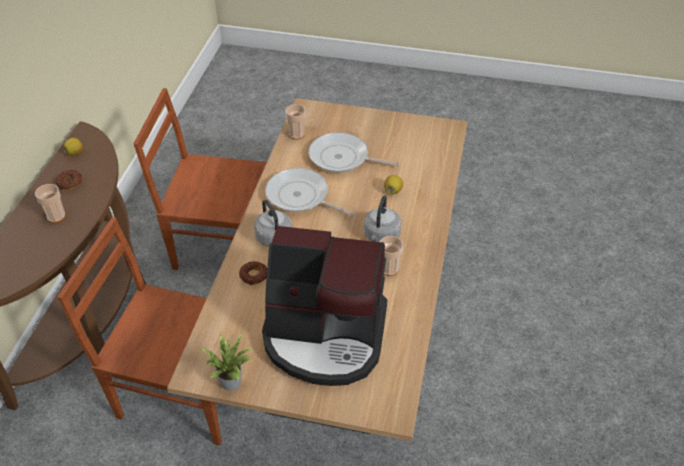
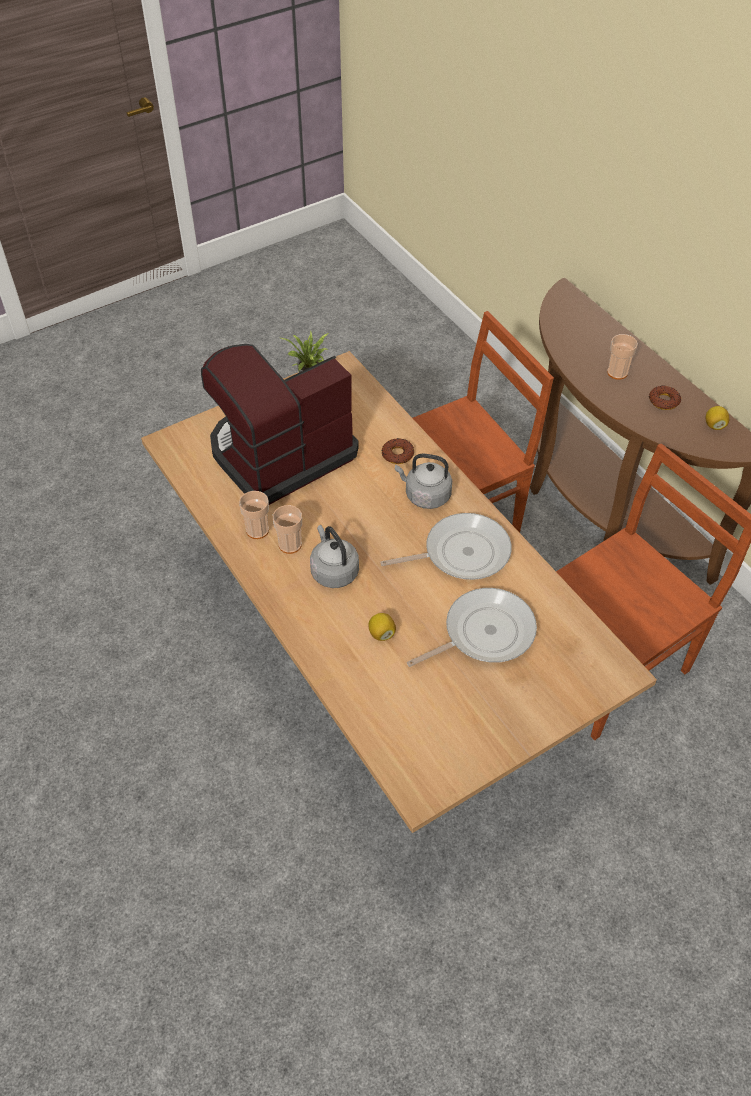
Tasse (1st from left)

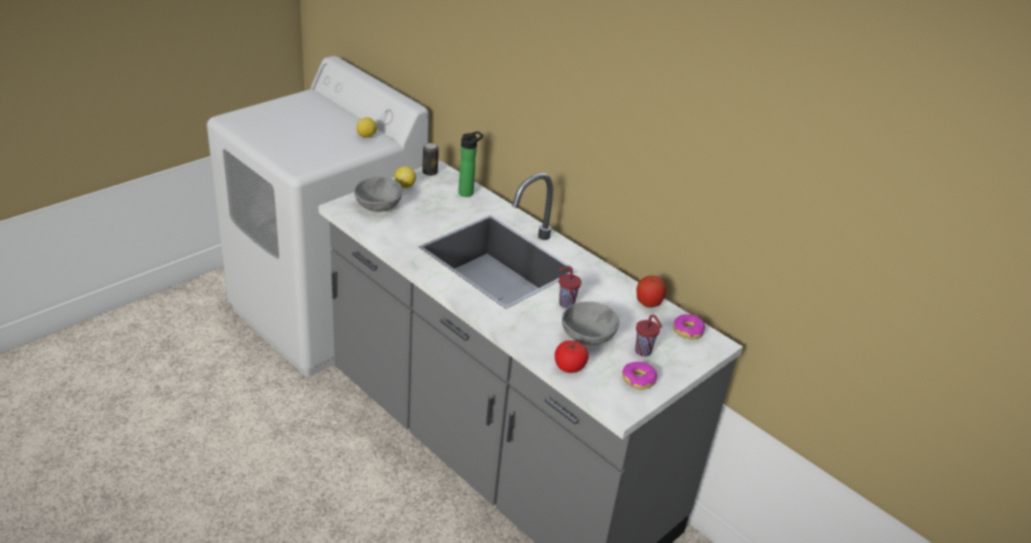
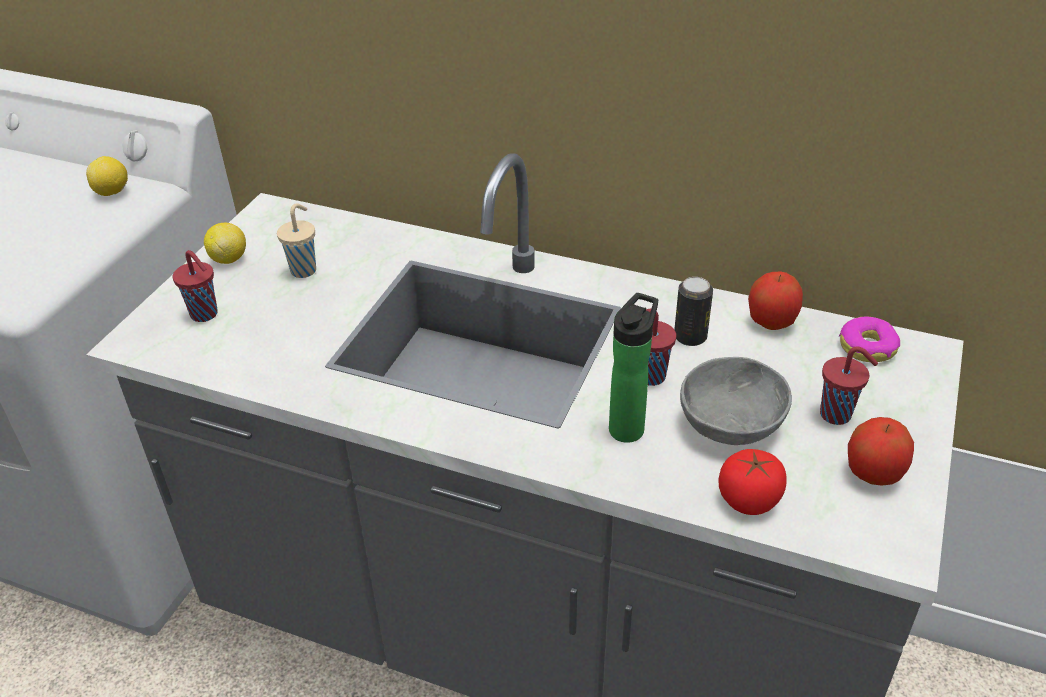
Flasche; Dose; Tasse (rot) (1st from left); Apfel (2nd from left); Tasse (beige)

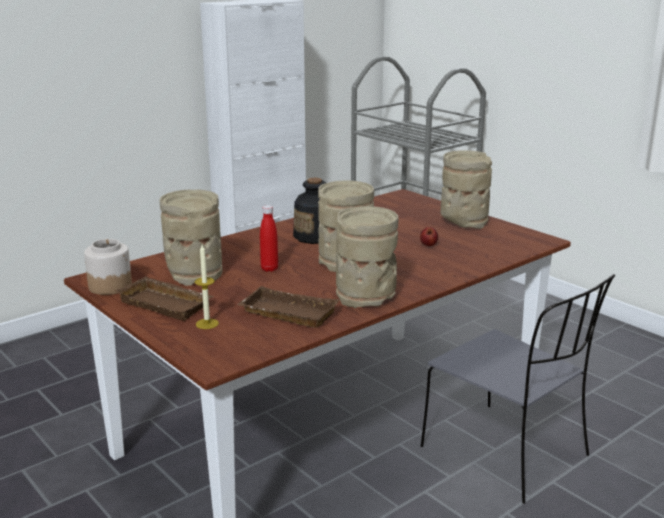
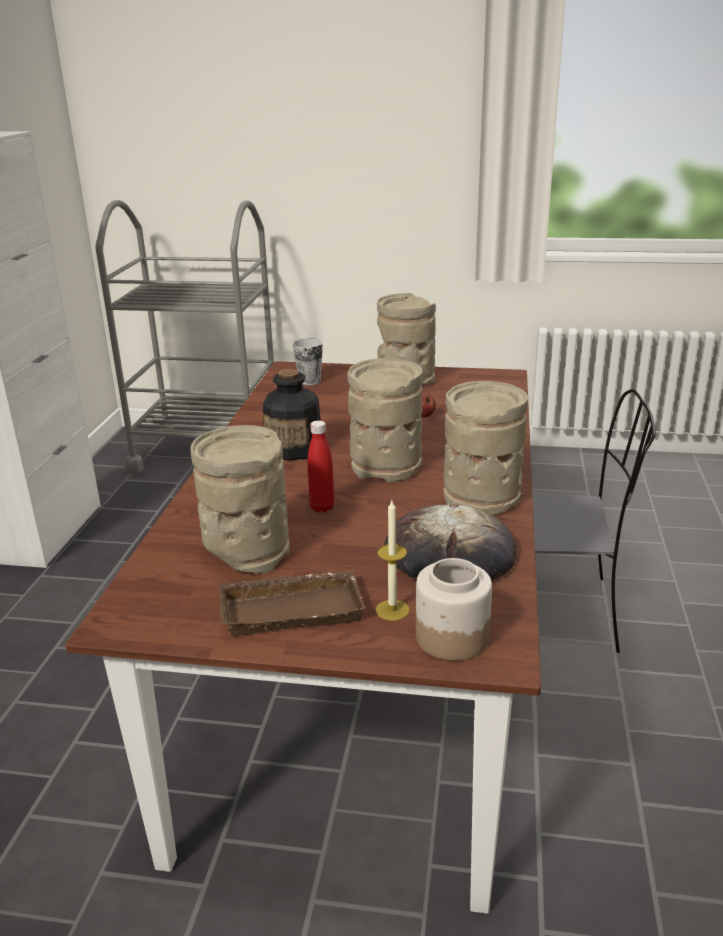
Vorratsglas; Brot; Tasse

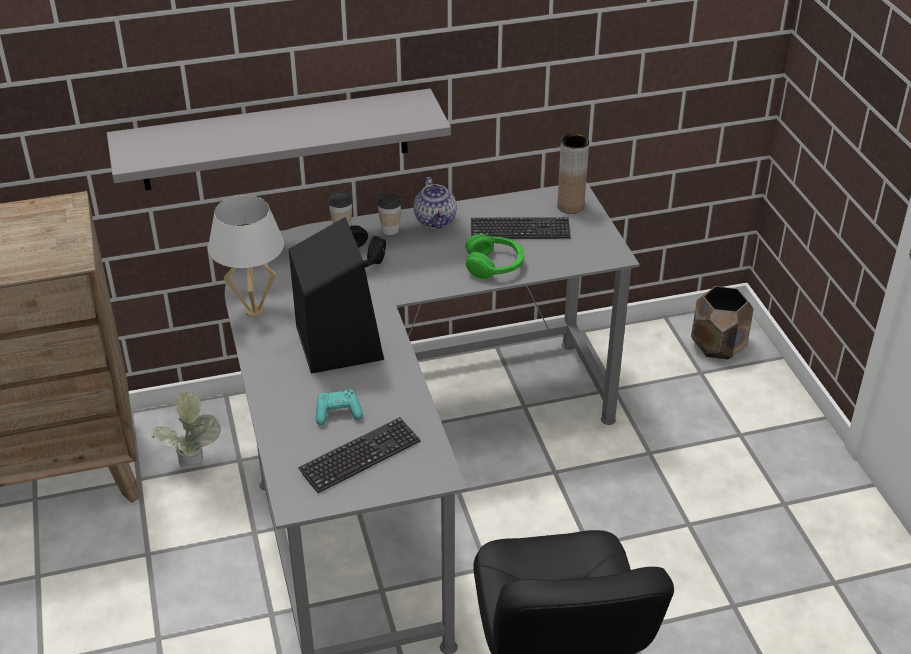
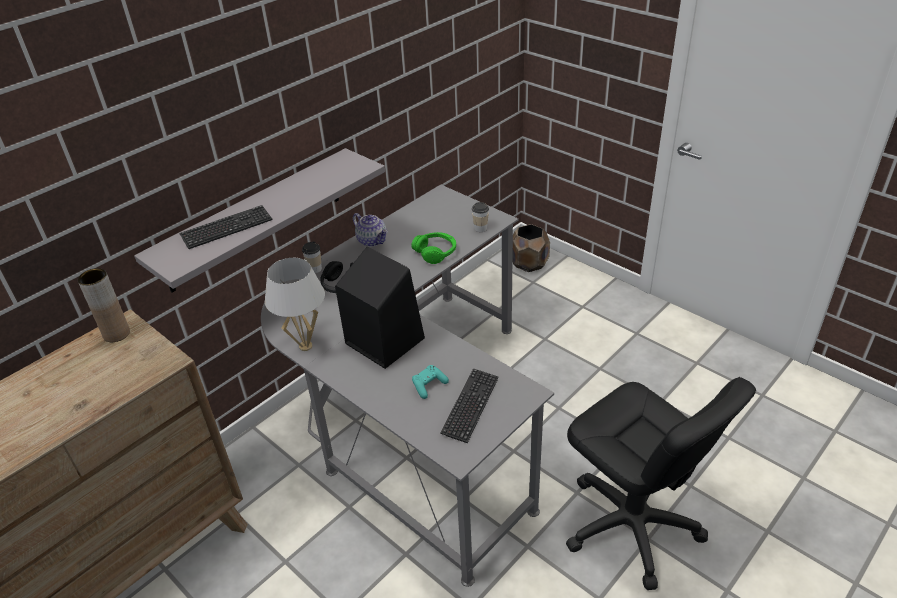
Vase (braun); Tasse (2nd from left); Tastatur (1st from left); Topfpflanze

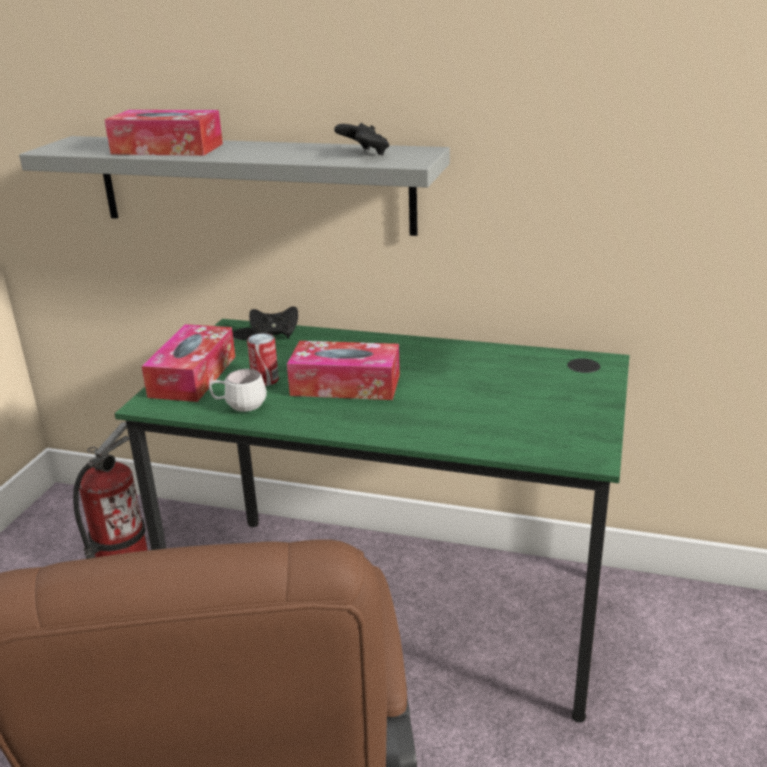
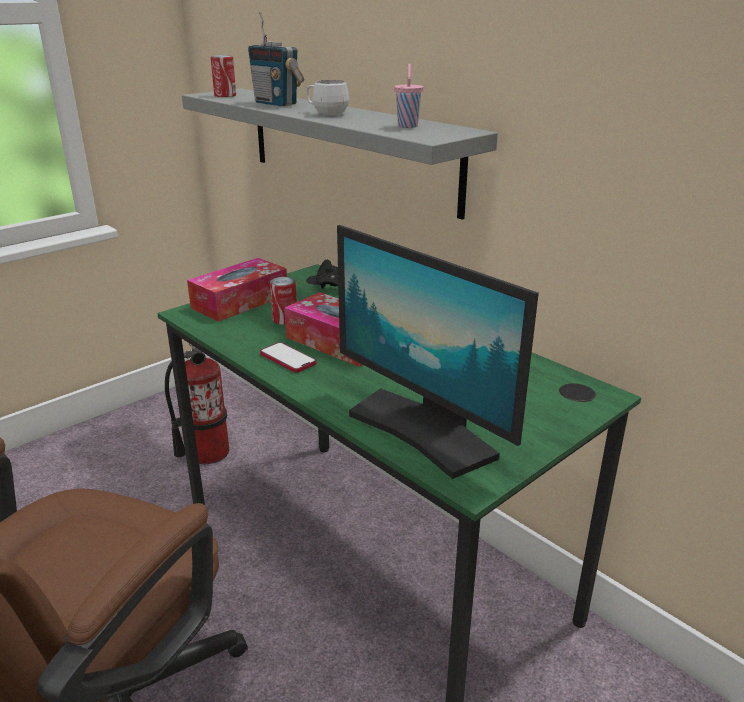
Radio; Tasse (rosa); Henkelbecher (weiß); Dose (1st from left); Monitor; Handy

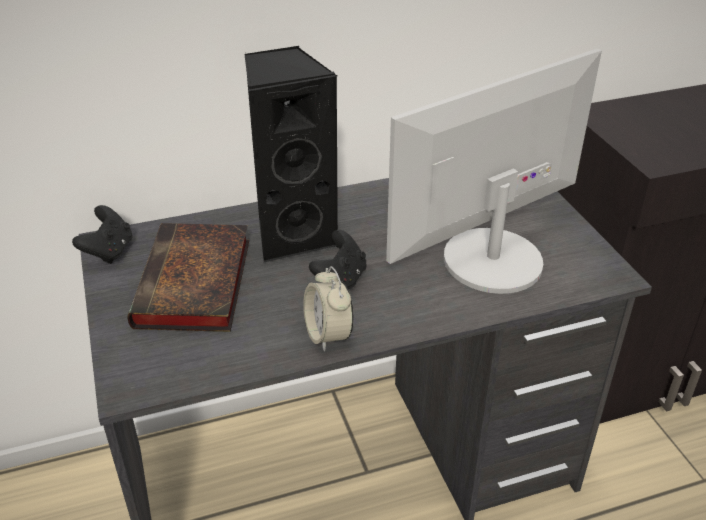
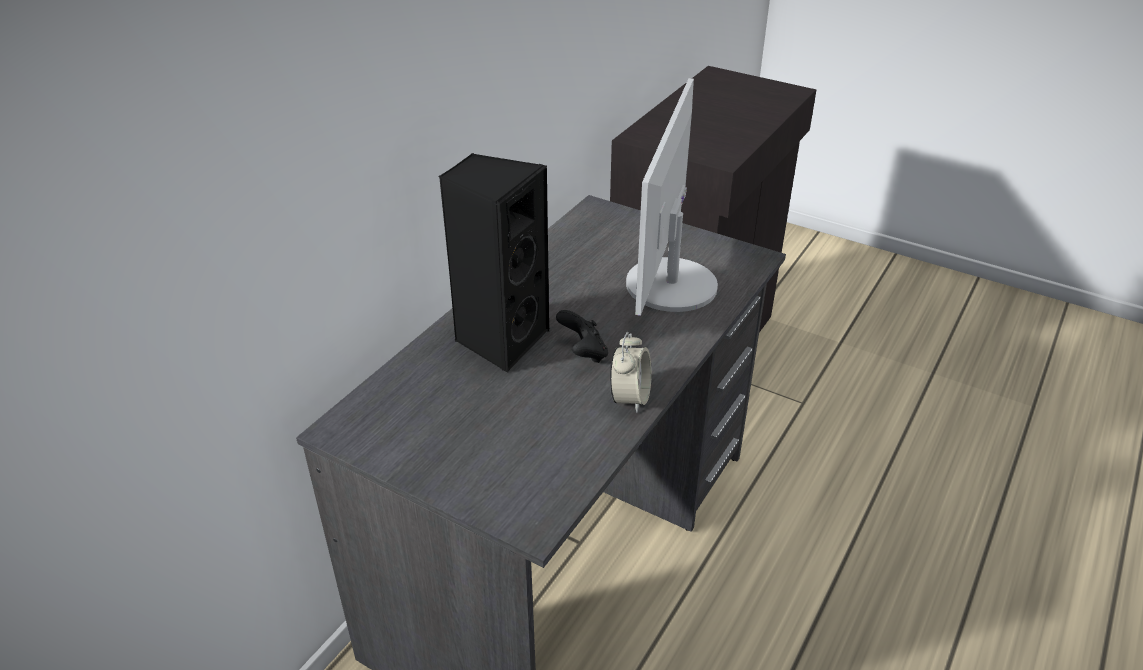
Gamepad (schwarz) (1st from left in the first image); Buch; Wecker

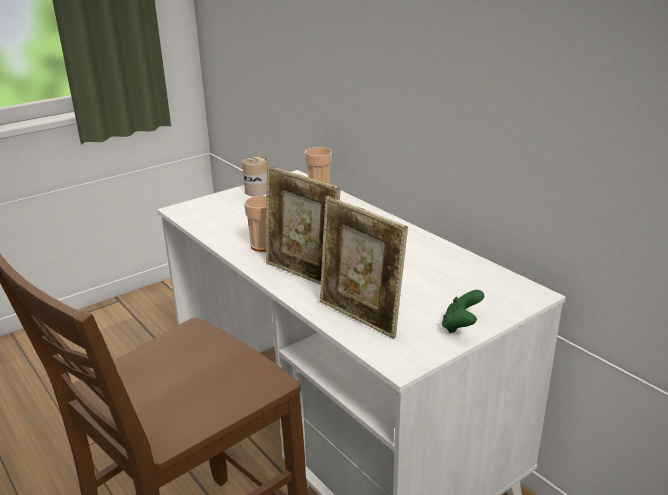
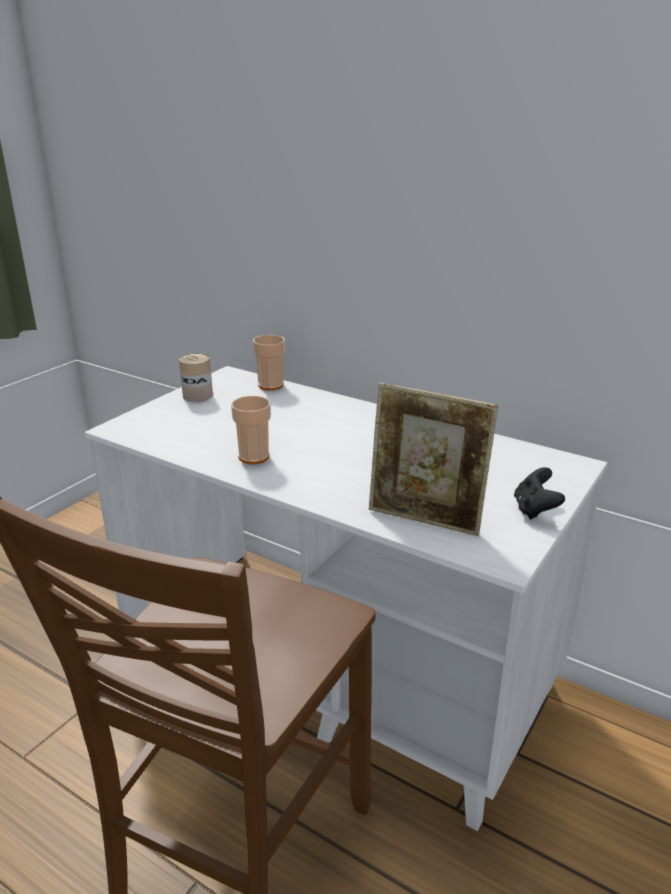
Bilderrahmen (1st from left in the first image); Gamepad (schwarz)

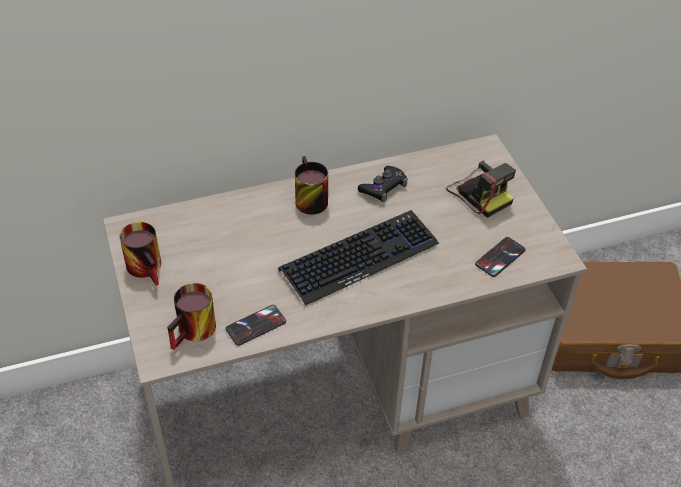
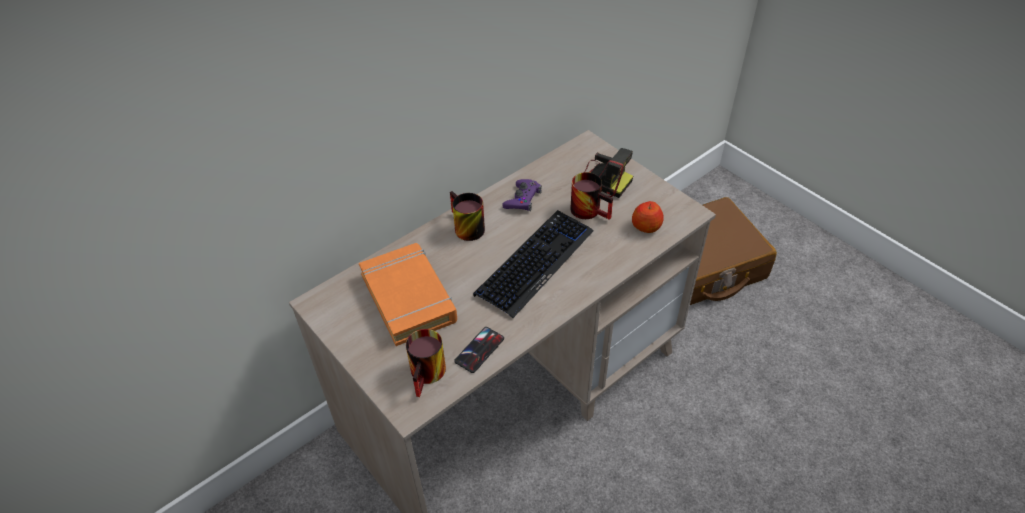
Gamepad (lila); Henkelbecher (3rd from left); Apfel; Buch (orange)

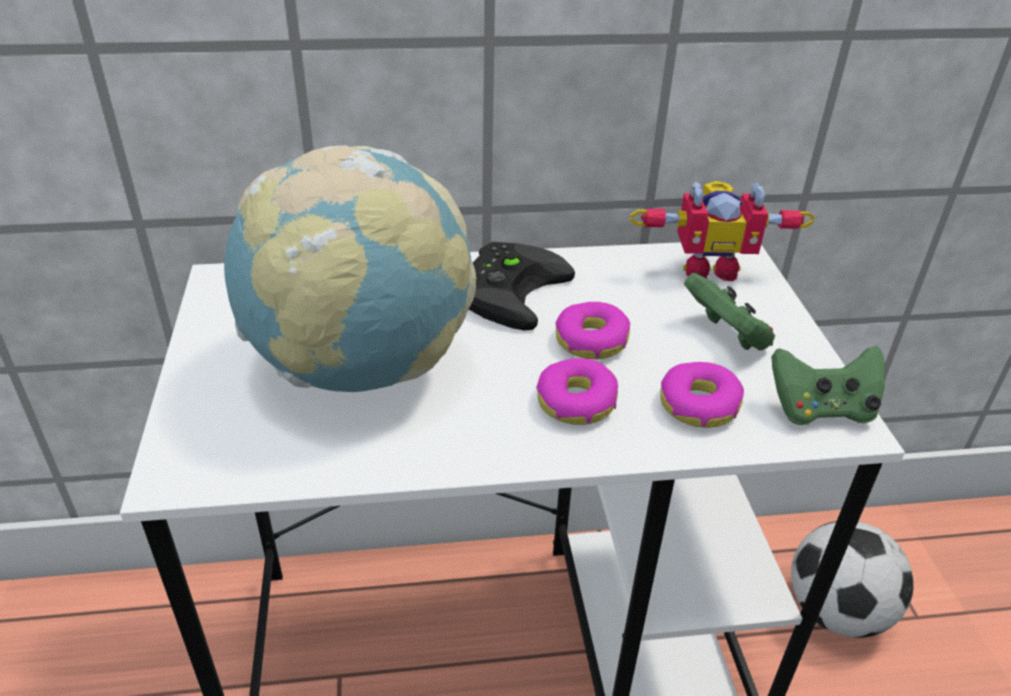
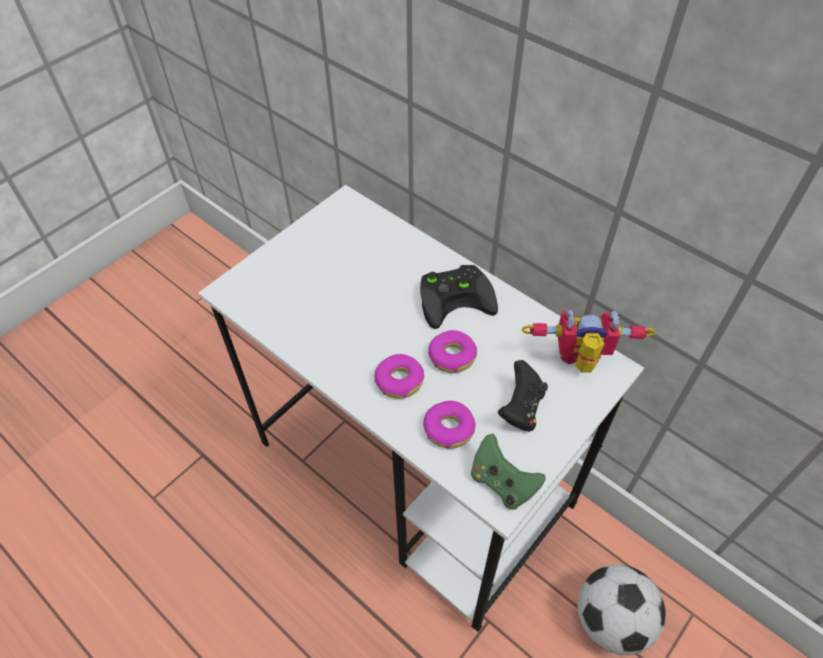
Globus; Spielzeugroboter; Gamepad (schwarz) (2nd from left)

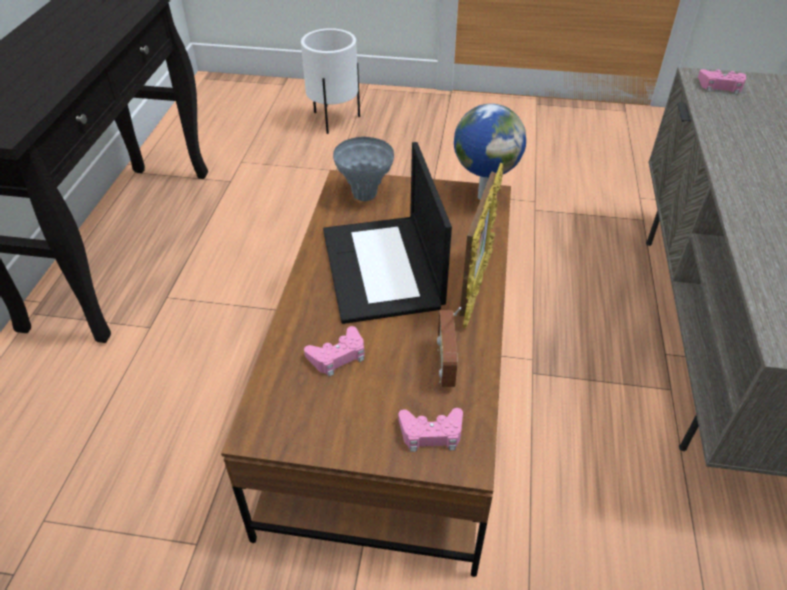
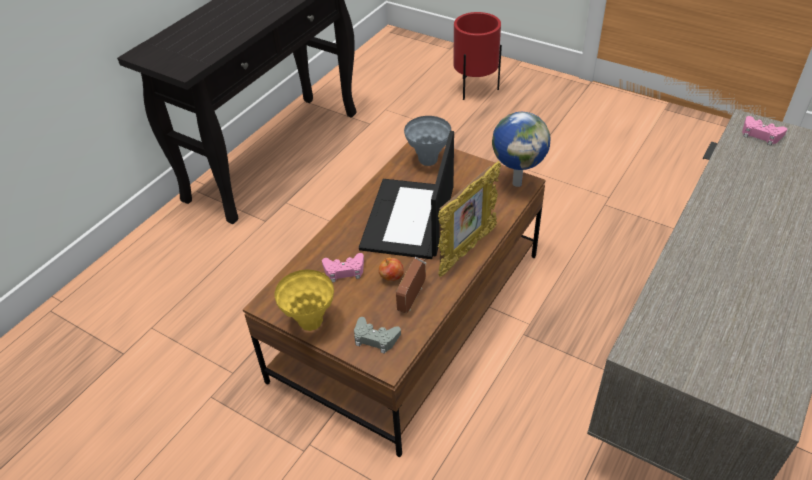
Pflanzkübel (rot); Gamepad (grau); Apfel; Vase (gelb)

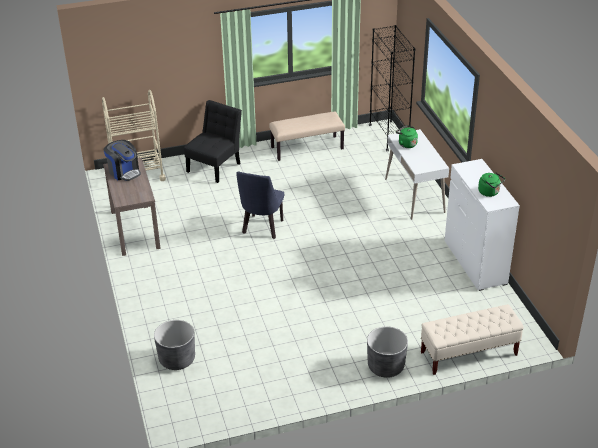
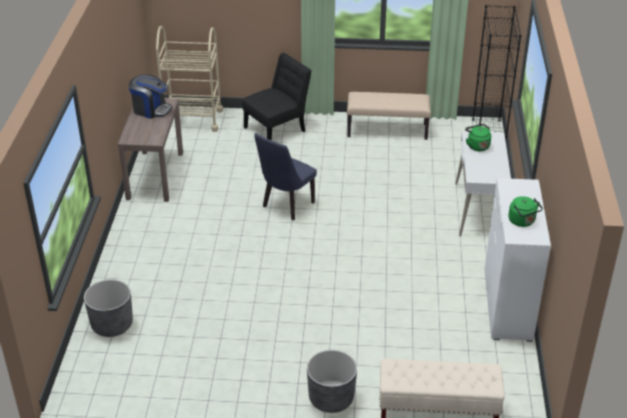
Kaffeemaschine

